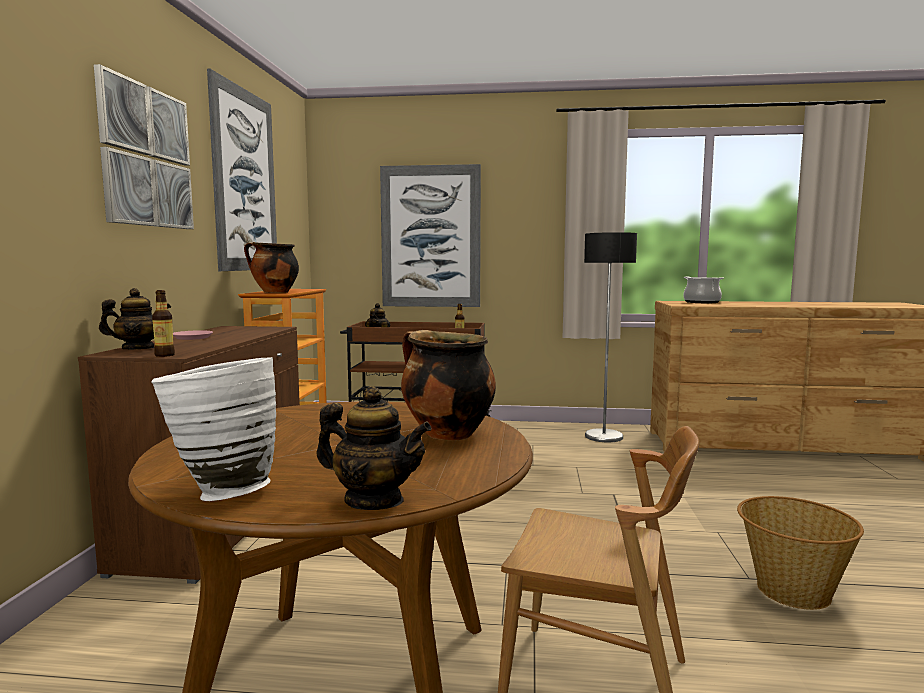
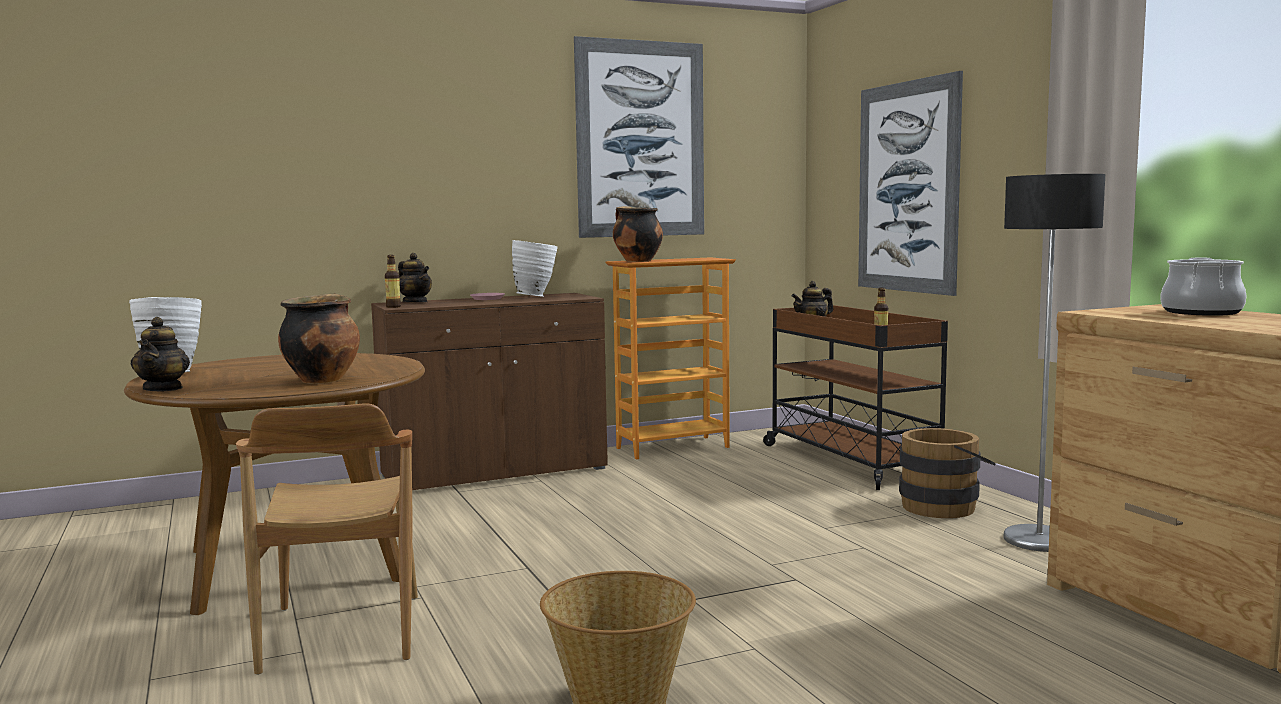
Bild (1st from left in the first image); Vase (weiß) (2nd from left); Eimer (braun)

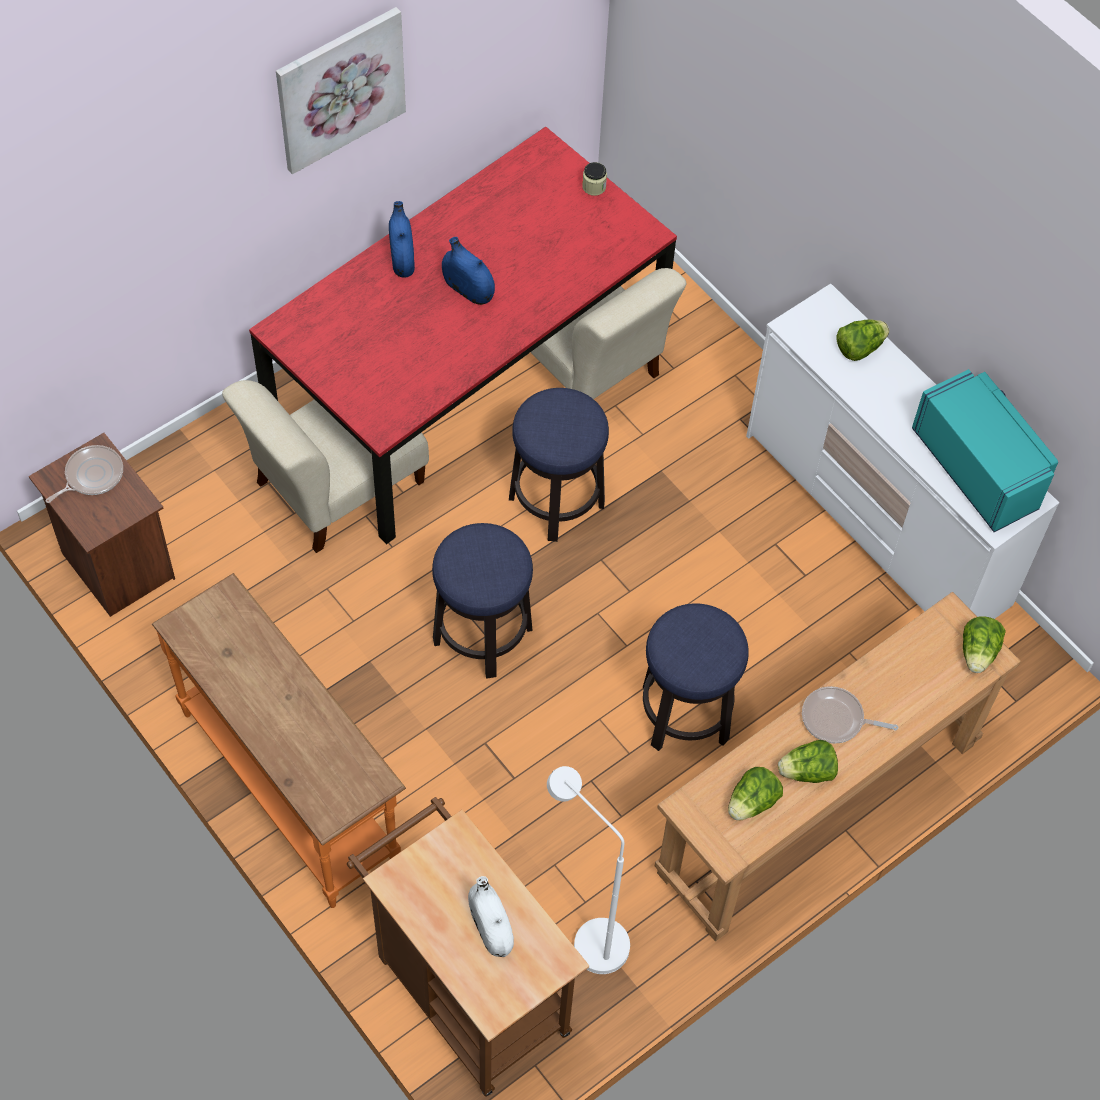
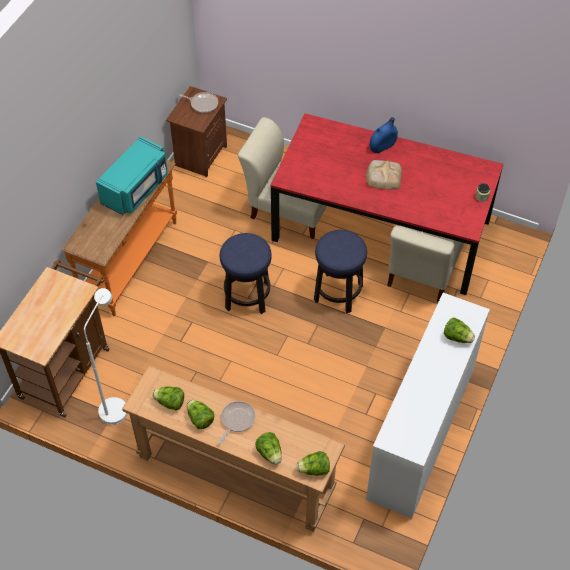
Bild; Brot; Mikrowelle (türkis); Hocker (3rd from left in the first image); Pfanne (2nd from left); Vase (weiß); Salatkopf (3rd from left)

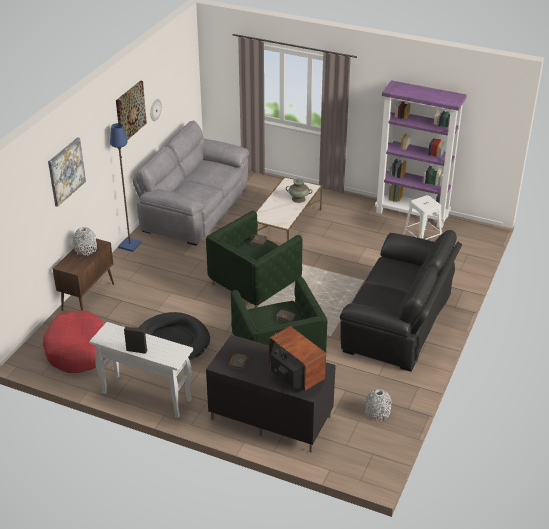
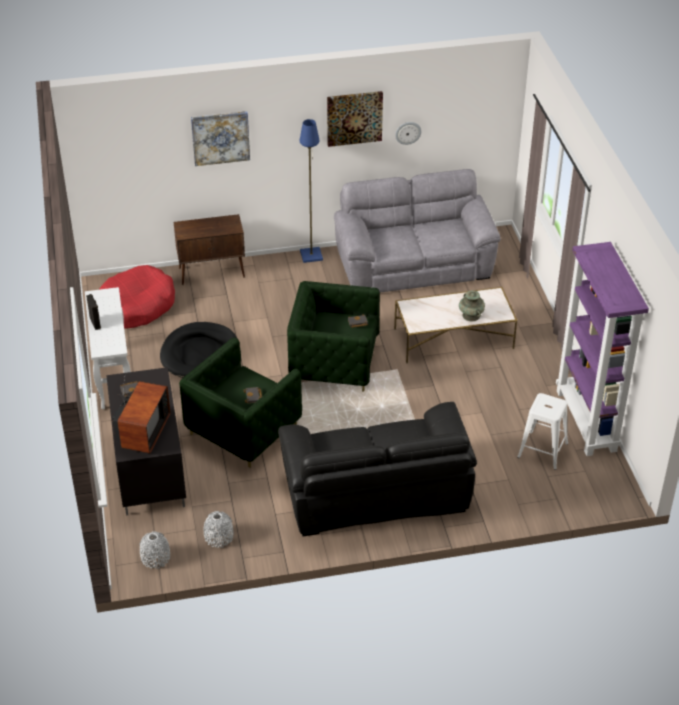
Vase (grau) (1st from left)

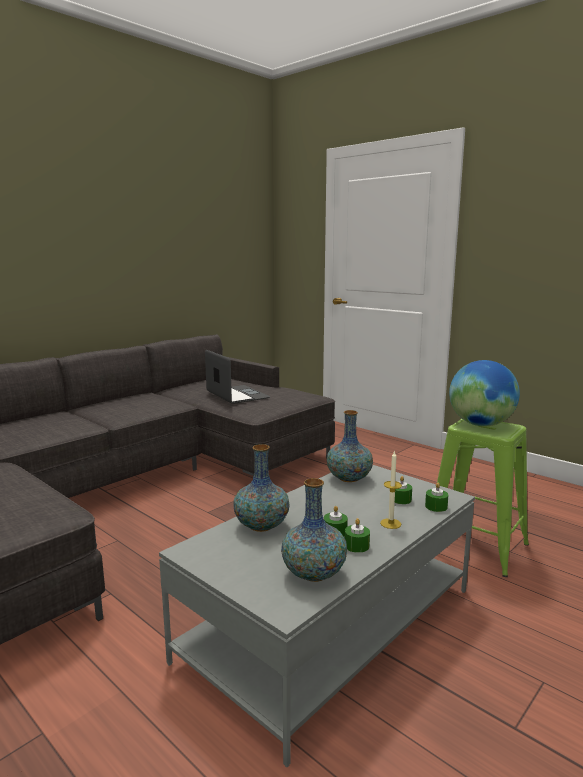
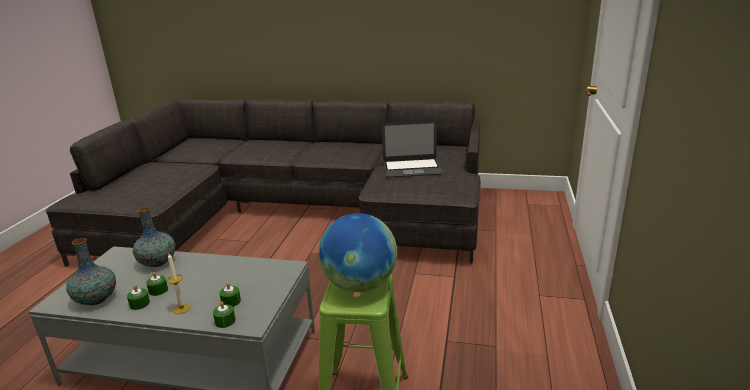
Laptop; Vase (3rd from left in the first image)

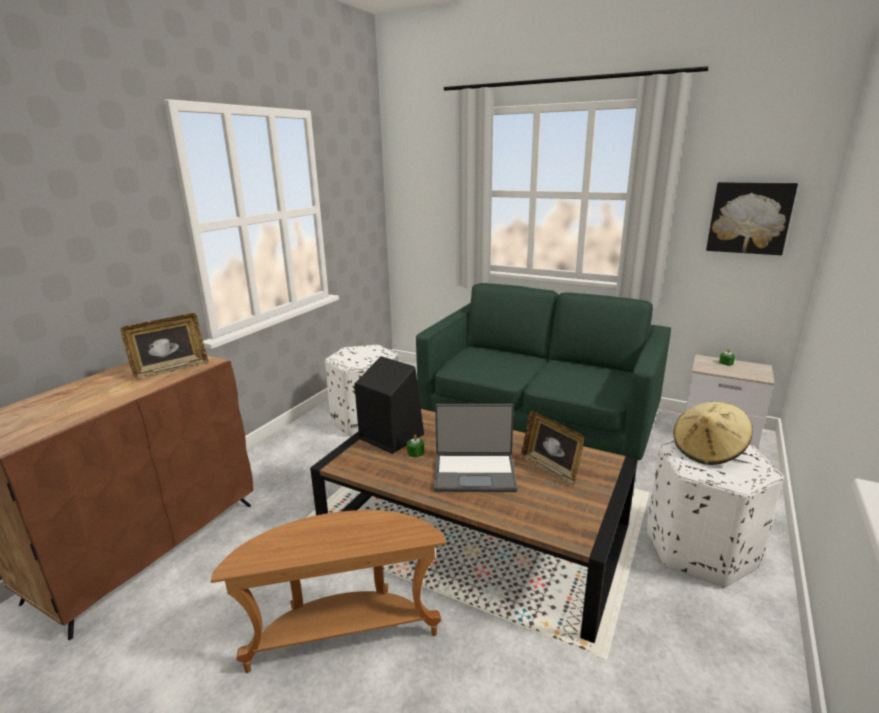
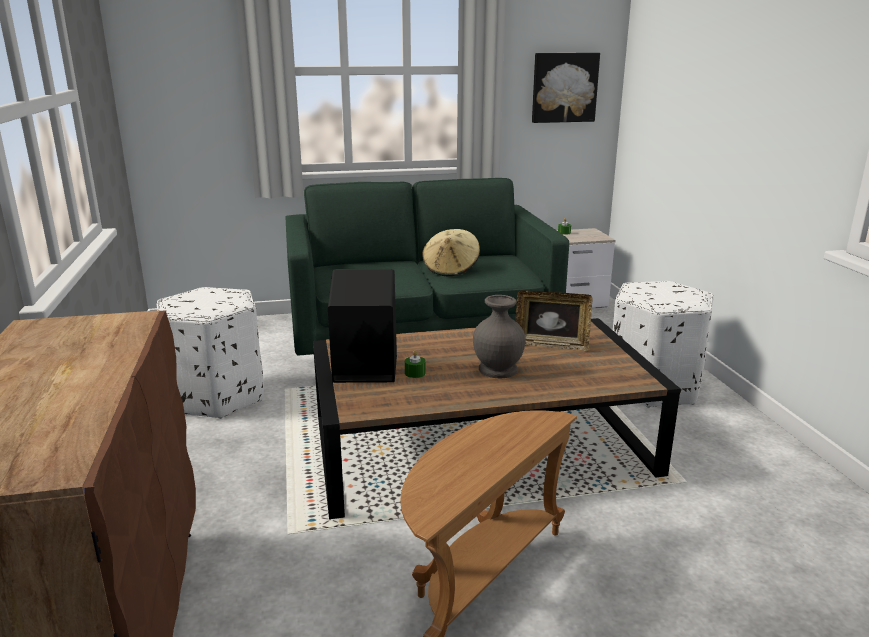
Bilderrahmen (1st from left in the first image); Hut (beige); Vase (grau)

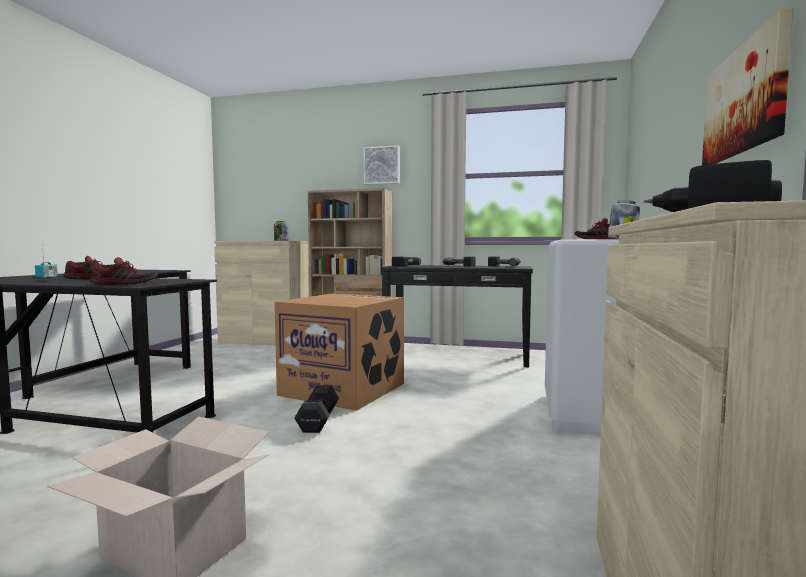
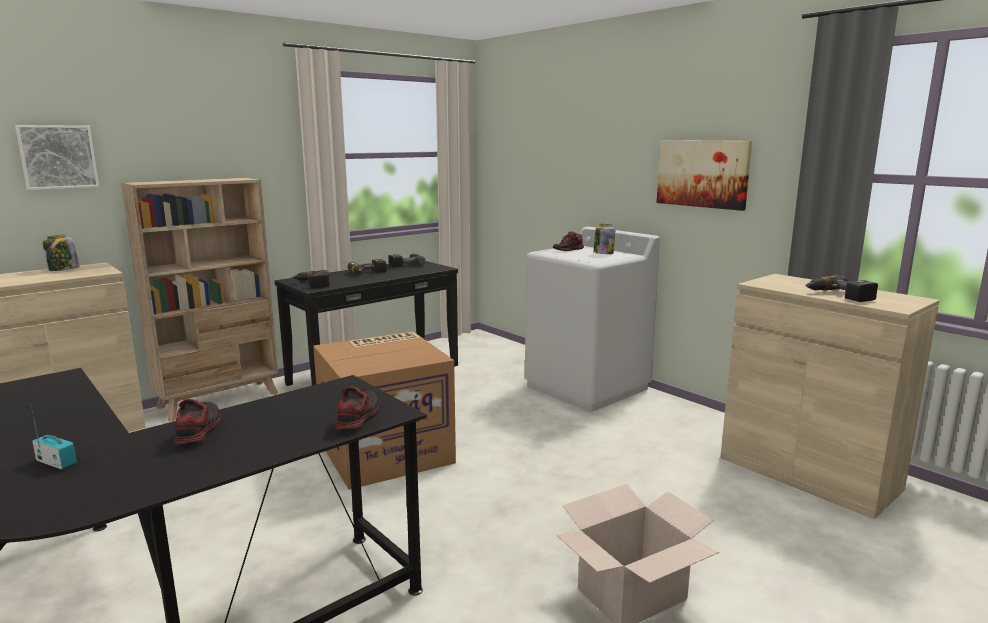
Bild (1st from left); Hantel (schwarz)

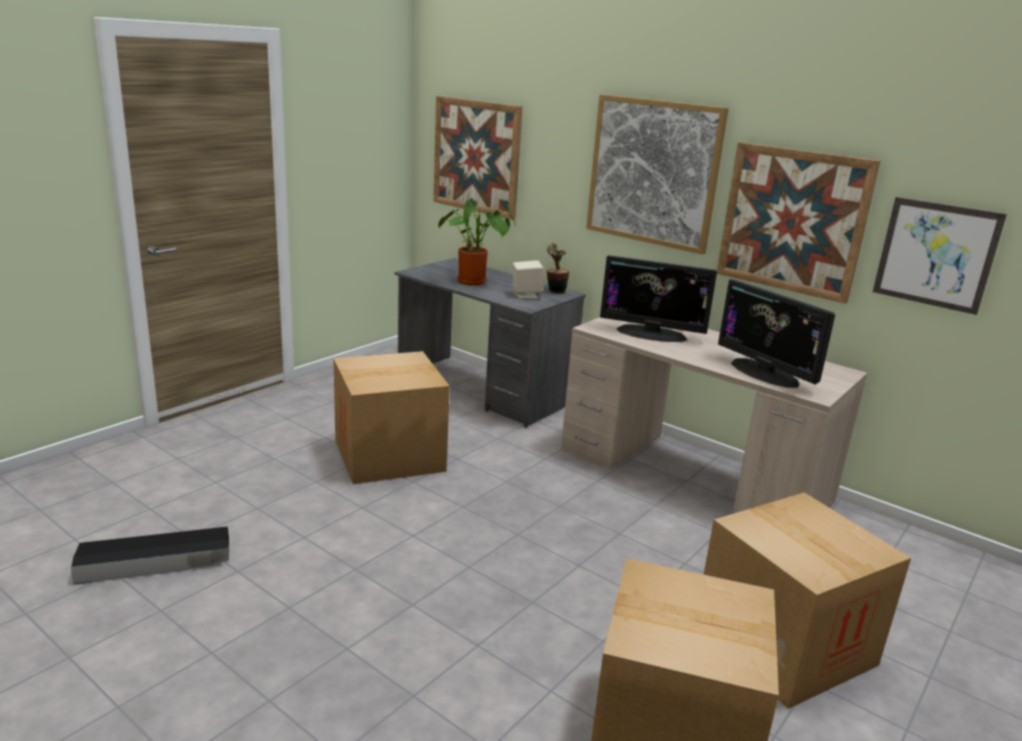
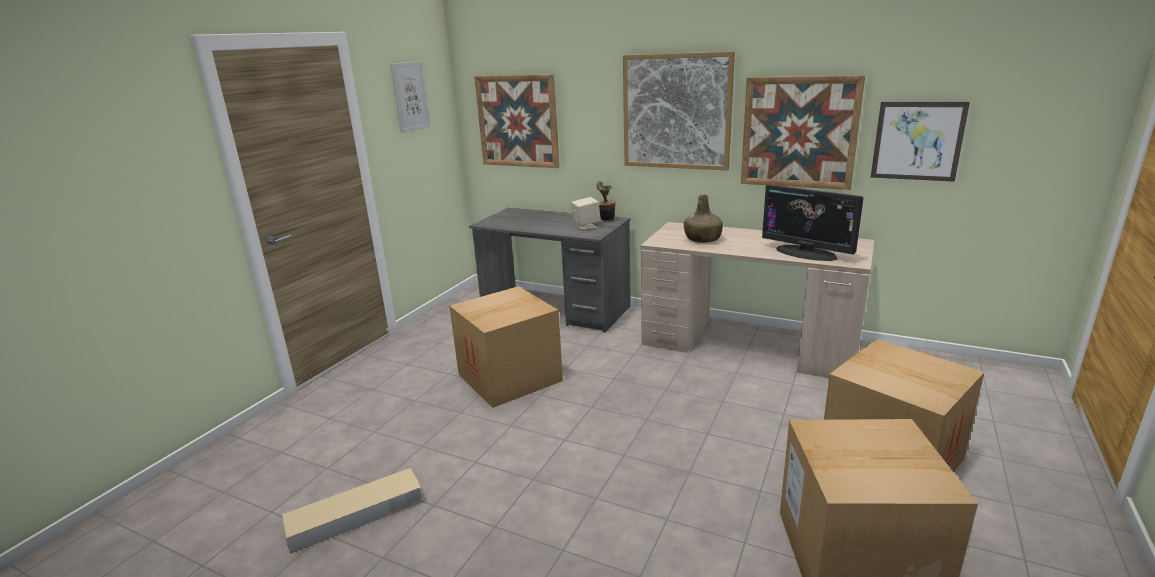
Topfpflanze (1st from left in the first image); Flasche (grün); Aufbewahrungsbox (beige); Bild (1st from left)

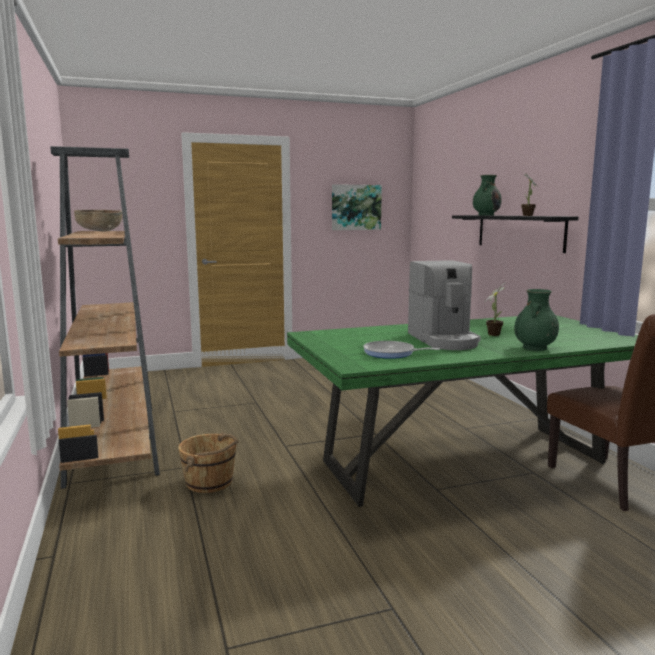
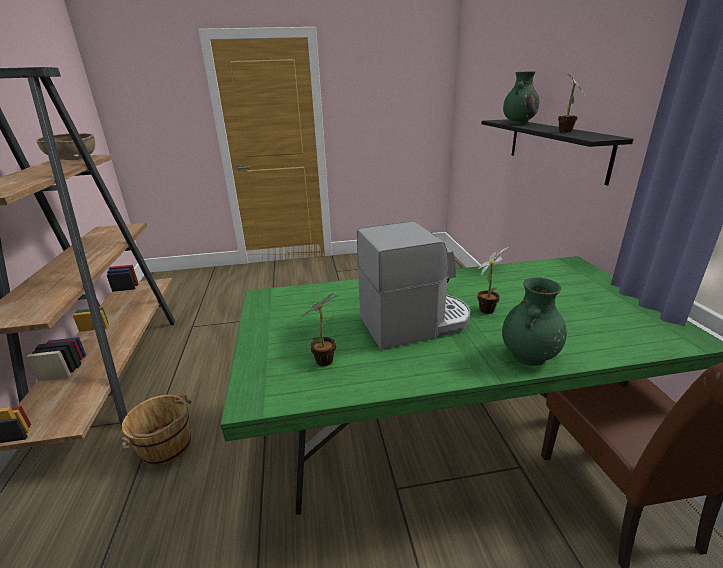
Bild; Kaffeemaschine; Topfpflanze (1st from left)

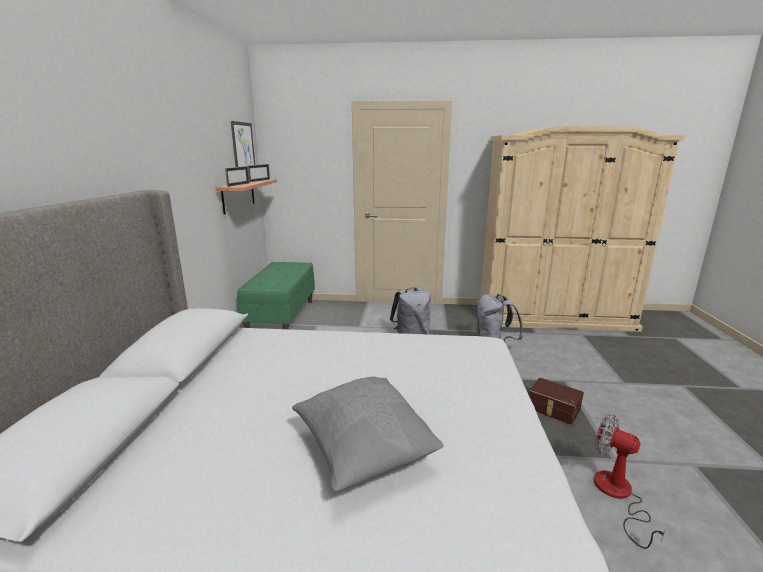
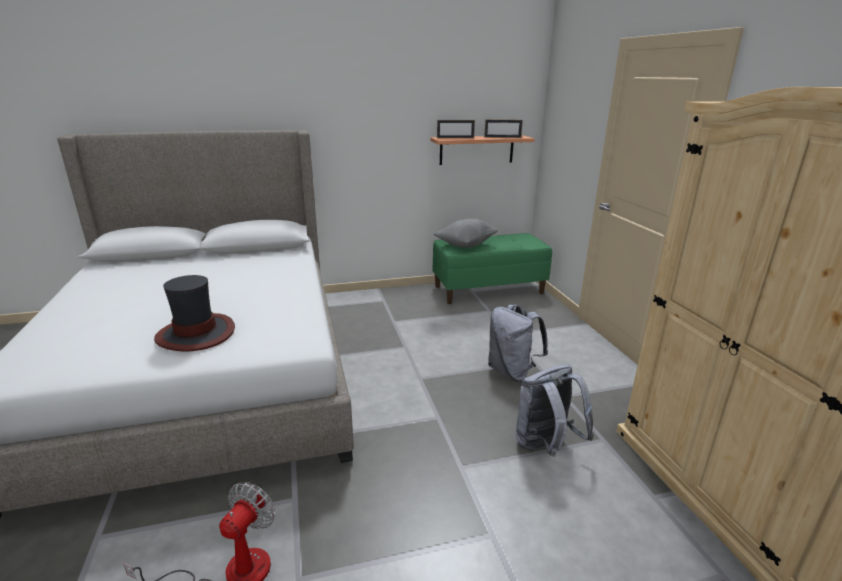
Bild; Kissen (grau); Aufbewahrungsbox (braun); Hut

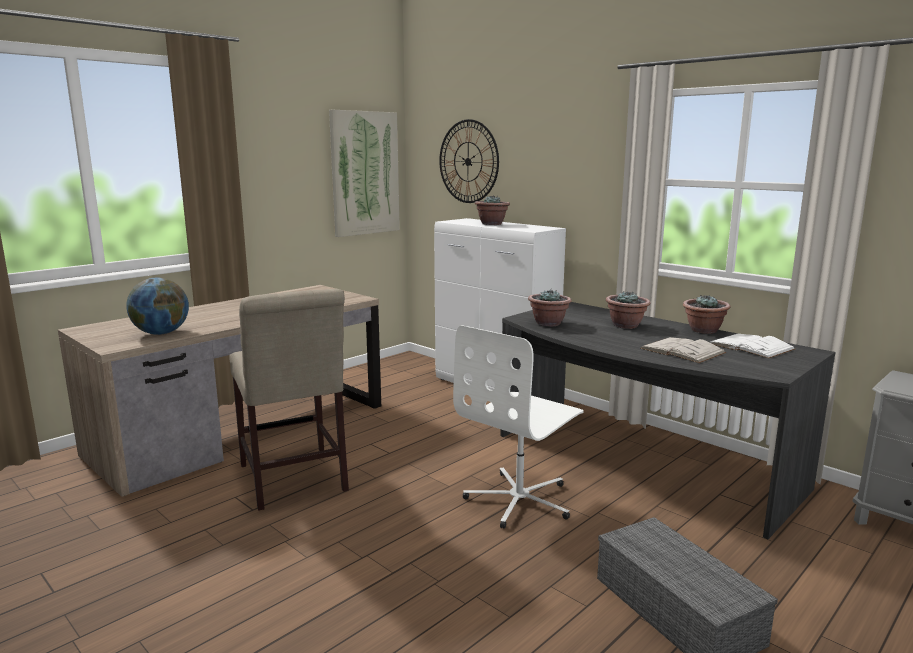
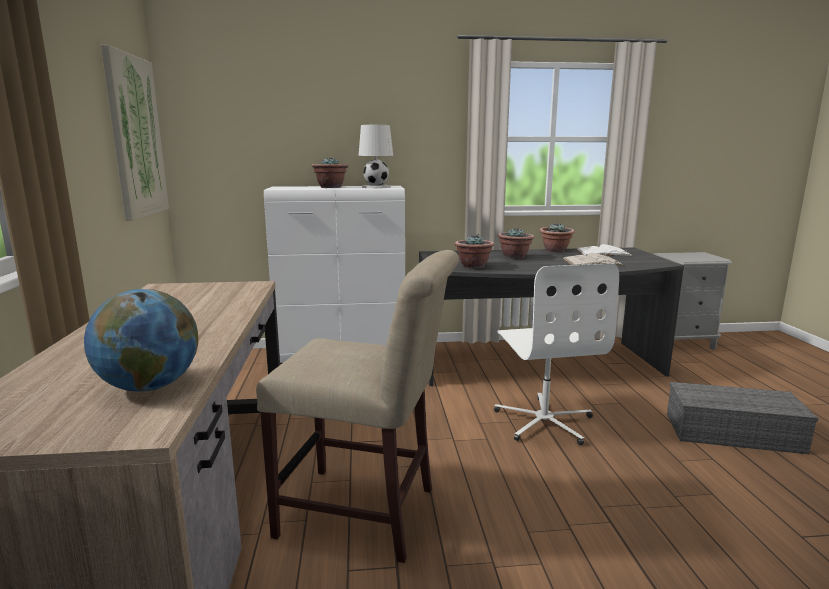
Wanduhr; Tischlampe (weiß)

